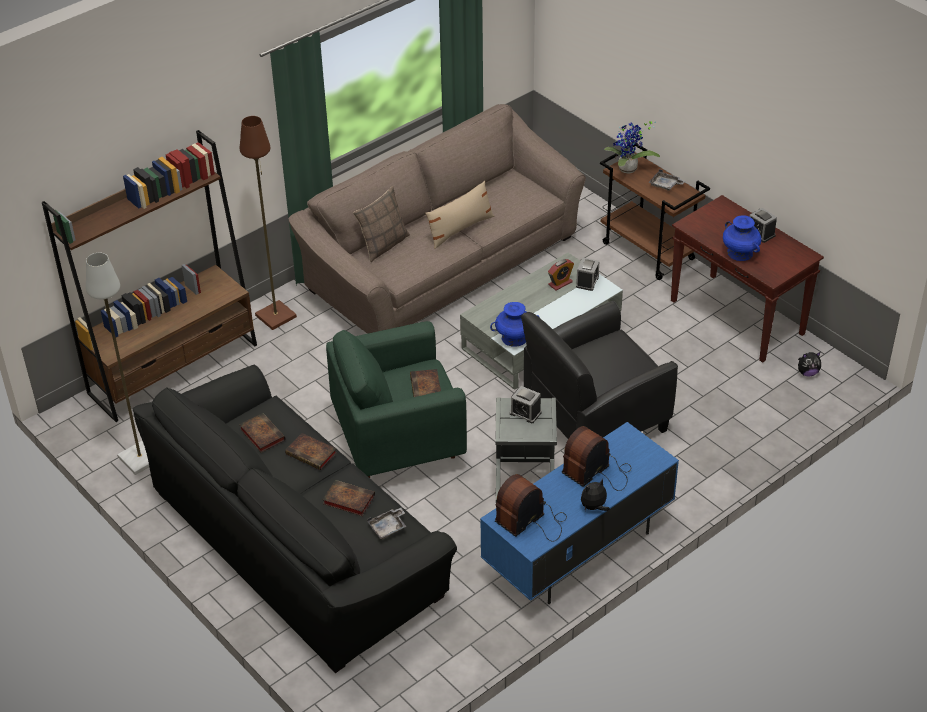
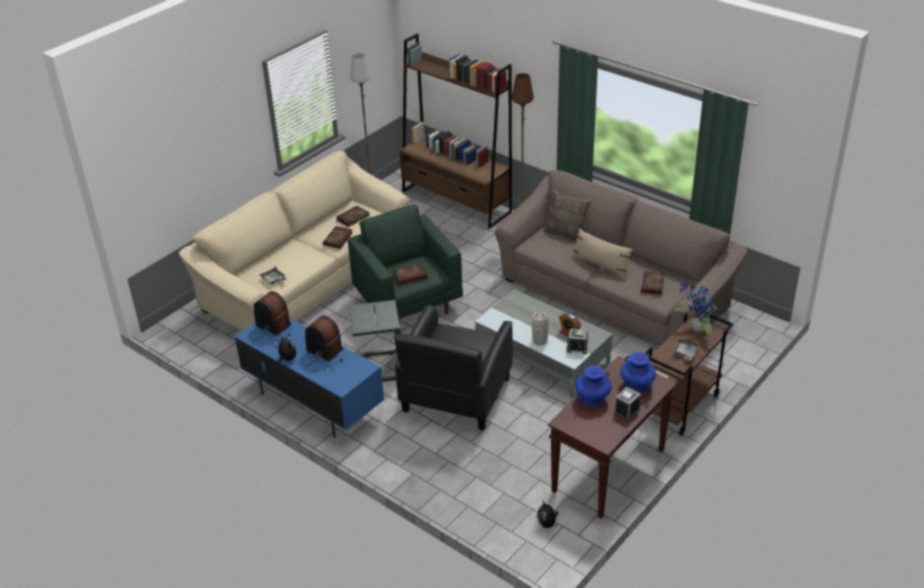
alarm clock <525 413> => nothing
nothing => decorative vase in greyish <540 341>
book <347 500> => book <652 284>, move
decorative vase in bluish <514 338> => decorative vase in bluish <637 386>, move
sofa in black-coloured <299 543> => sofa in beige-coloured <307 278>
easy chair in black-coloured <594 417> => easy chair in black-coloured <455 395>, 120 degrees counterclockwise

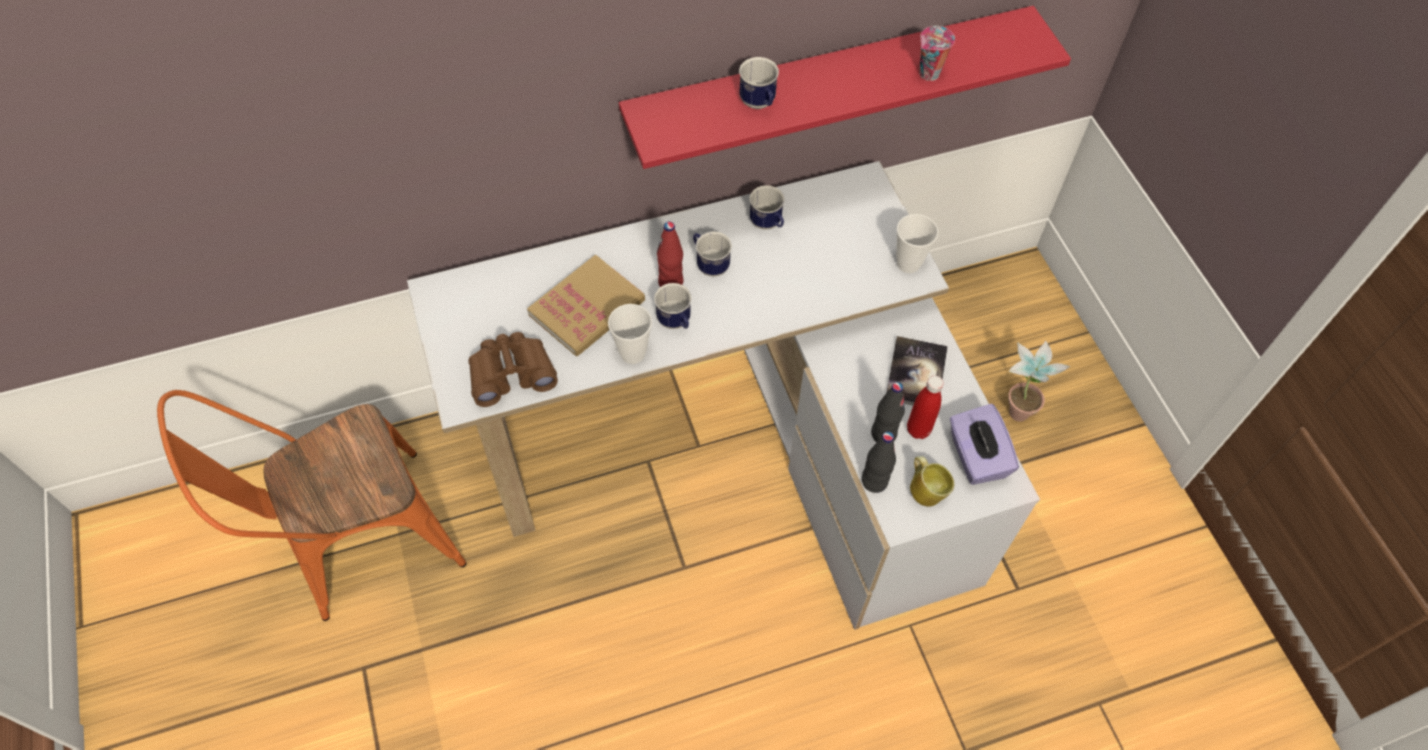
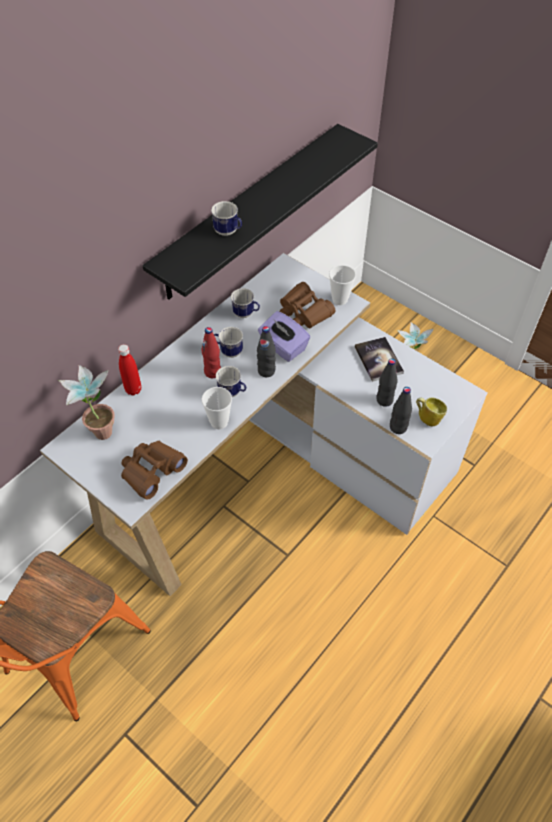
book <587 308> => nothing
cup <928 75> => nothing
nothing => plant in a pot <100 428>
nothing => drink bottle in black-coloured <266 371>
nothing => pair of binoculars in brown <303 313>
drink bottle in reddish <918 430> => drink bottle in reddish <133 390>, move
box of tissues in purplish <976 457> => box of tissues in purplish <283 347>, move
shelf in reddish <828 85> => shelf in black-coloured <249 212>

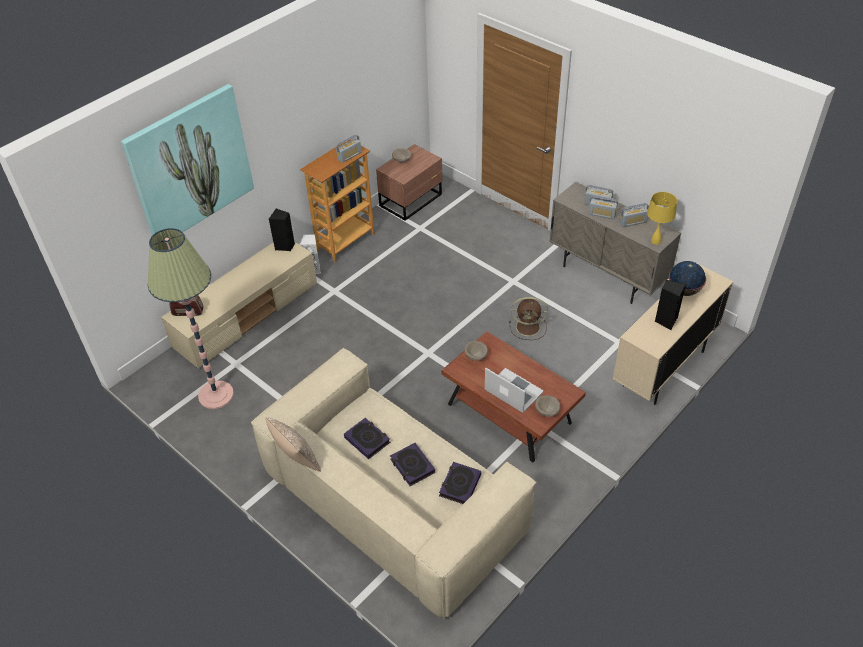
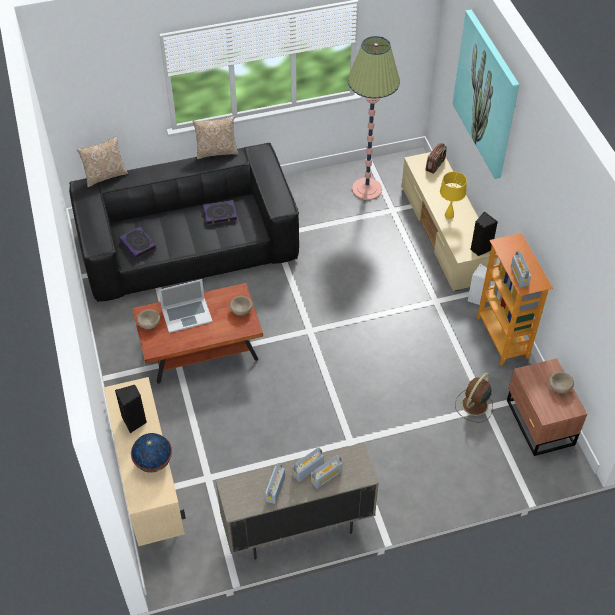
book <412 466> => nothing
nothing => throw pillow <105 176>
fan in brown <529 327> => fan in brown <474 405>, move
table lamp in yellowish <655 241> => table lamp in yellowish <449 215>, move
sofa in beige-coloured <393 500> => sofa in black-coloured <189 245>

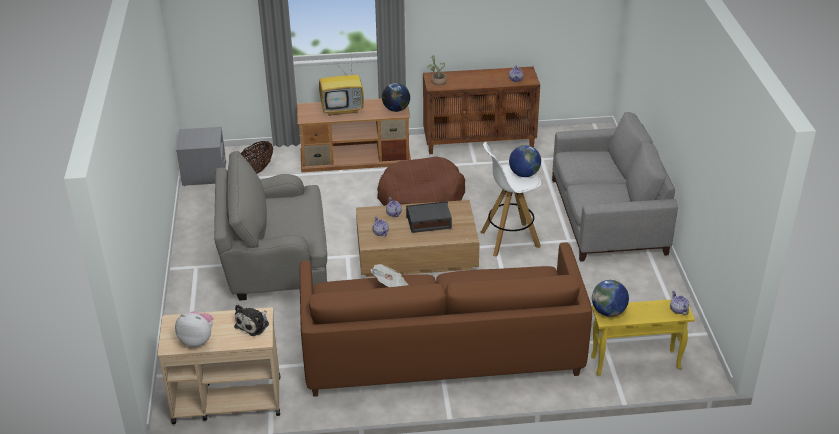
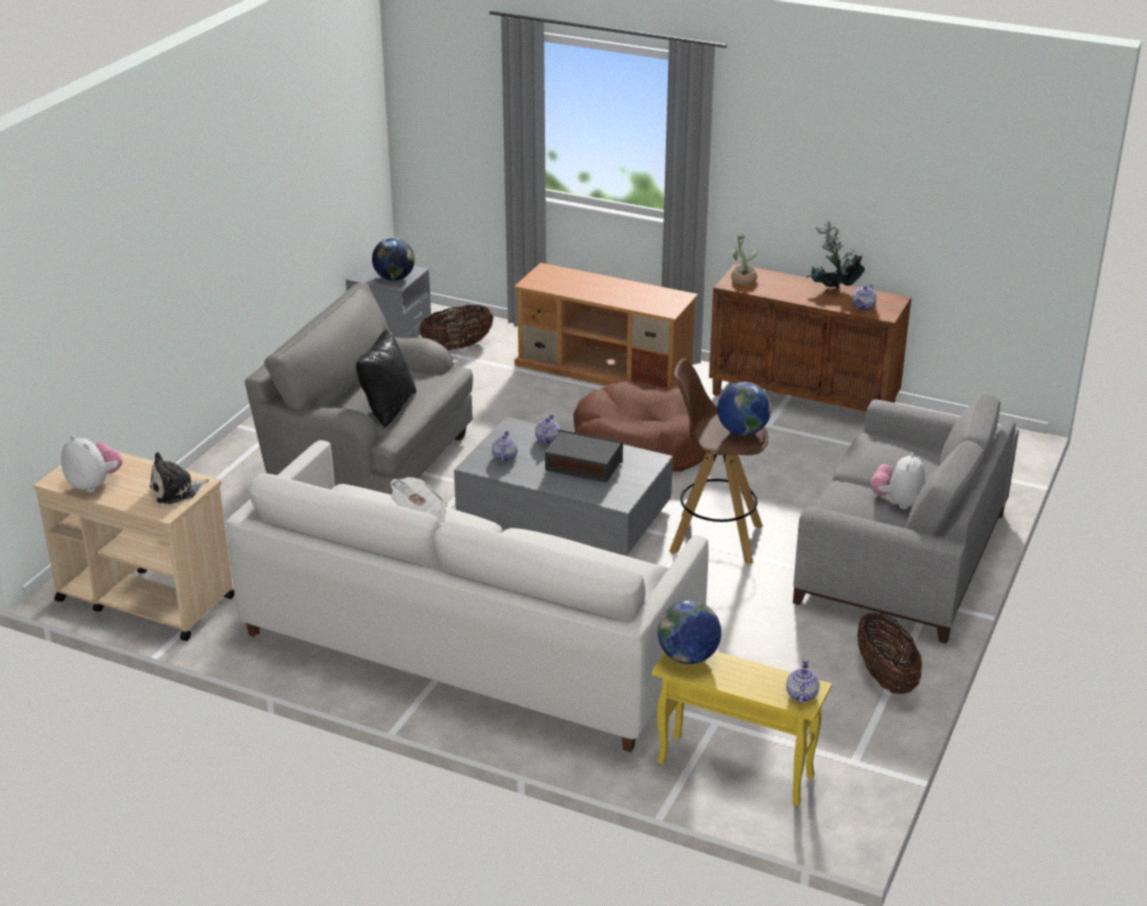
TV set <343 109> => nothing
nothing => throw pillow in black-coloured <387 408>
nothing => plant in a pot <833 290>
nothing => household basket <885 677>
nothing => soft toy <897 502>
desk globe <396 109> => desk globe <394 278>, move
sofa in brown <441 351> => sofa in whitish <469 644>
low table in brown <416 253> => low table in greyish <563 512>
stool in whitish <509 239> => stool in brown <714 538>

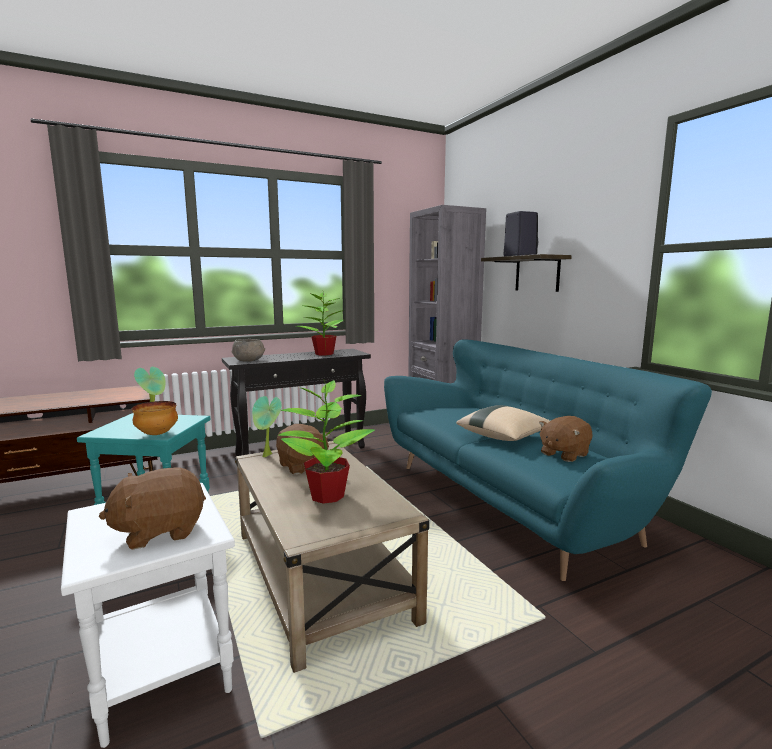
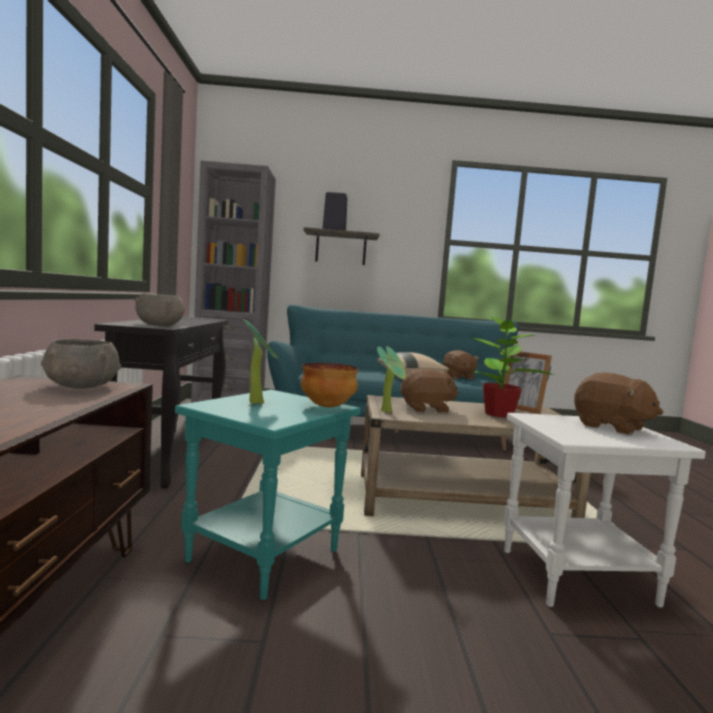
plant in a pot <324 354> => nothing
nothing => deep dish in greyish <80 386>
nothing => picture frame <521 409>
soft toy in brown <160 531> => soft toy in brown <611 427>, 45 degrees counterclockwise

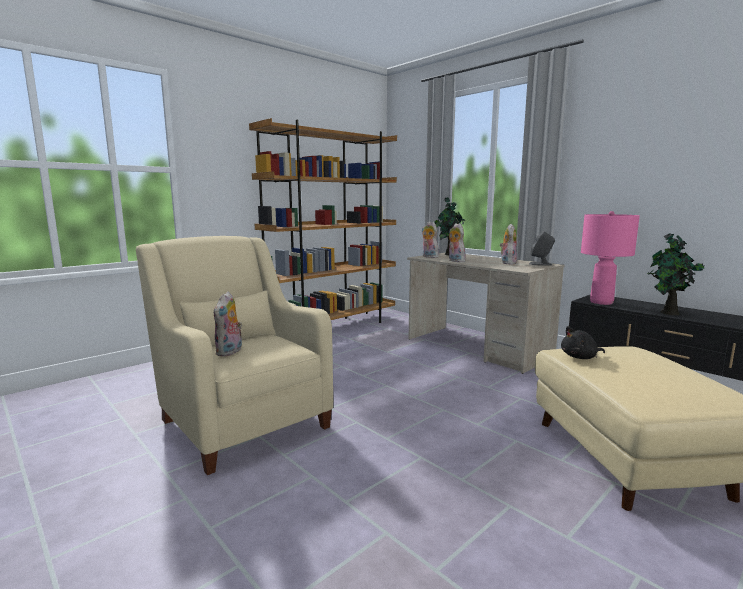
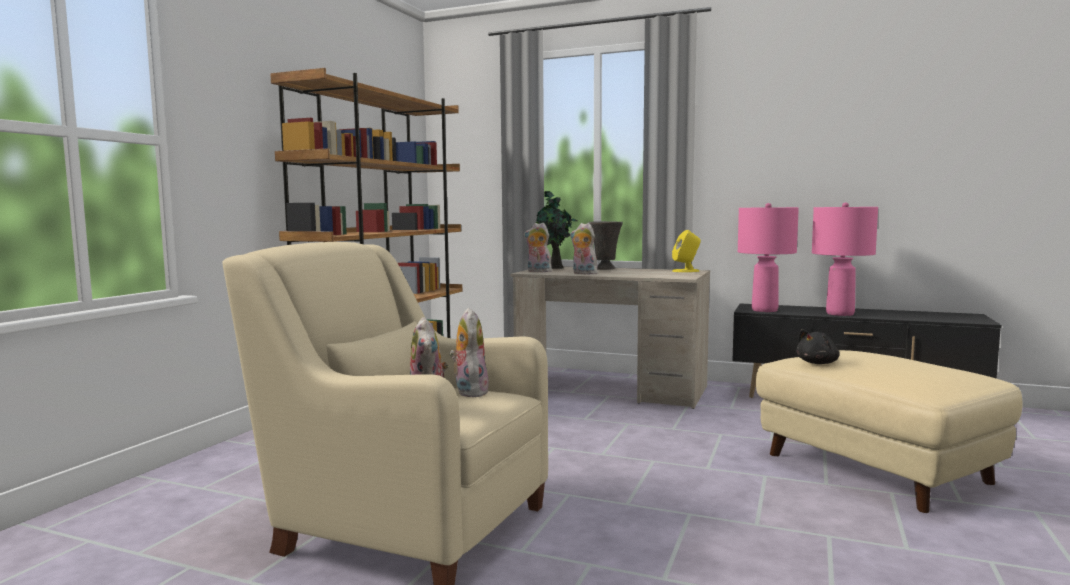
nothing => decorative vase in greyish <605 269>
soft toy <507 263> => soft toy <469 391>, move
plant in a pot <668 313> => table lamp in pink-coloured <839 314>
loudspeaker in greyish <540 264> => loudspeaker in yellowish <686 271>

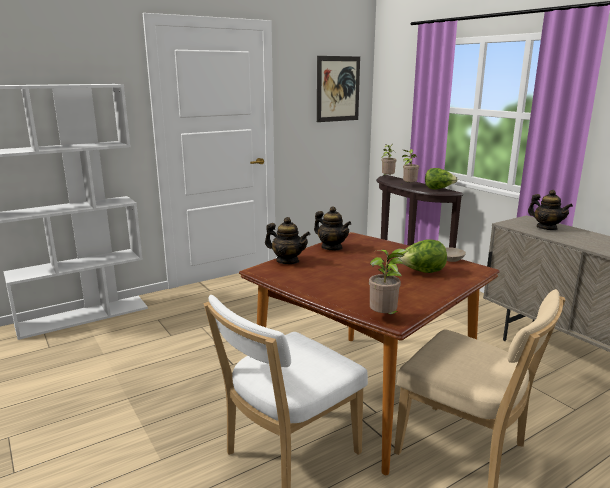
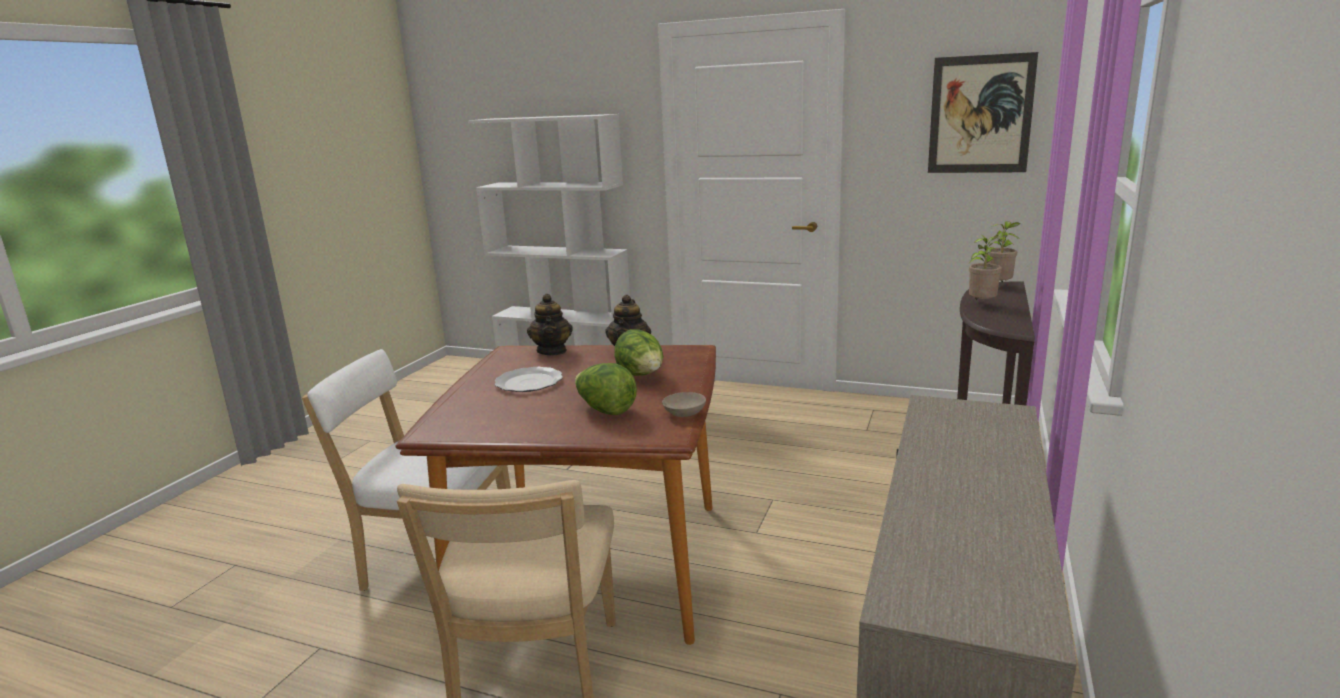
plant in a pot <384 317> => nothing
tea pot <546 228> => nothing
nothing => dinner plate <528 383>
head of lettuce <438 189> => head of lettuce <641 376>, move

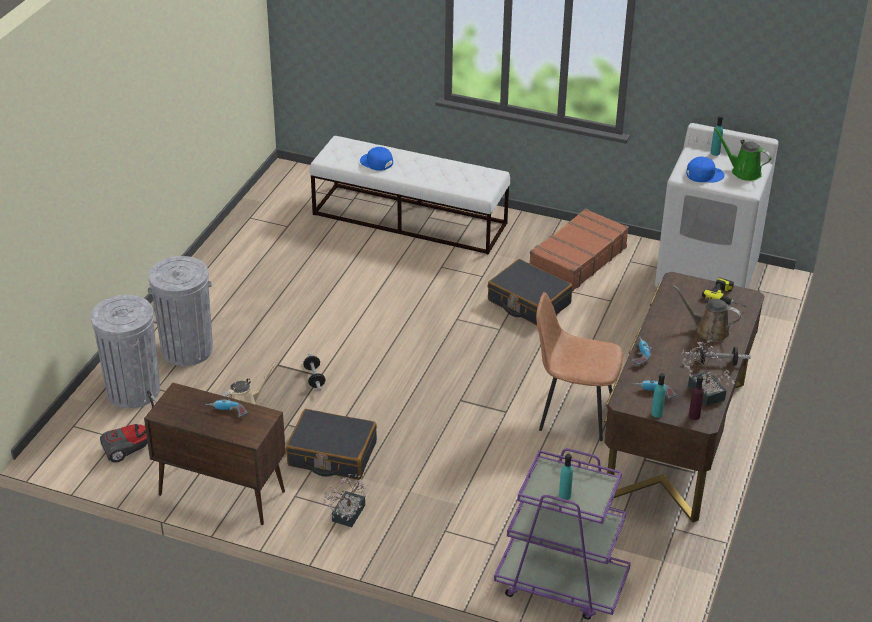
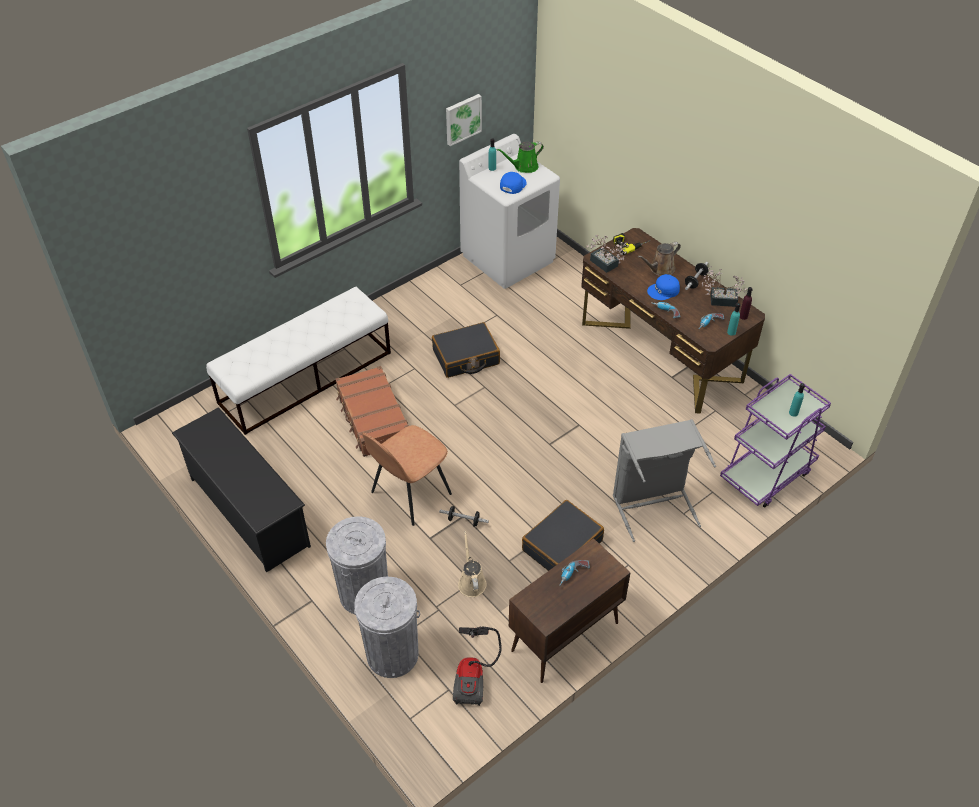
nothing => shoe stand in black-coloured <248 511>
nothing => picture <462 119>
nothing => washing basket in greyish <653 504>
plant in a pot <346 516> => plant in a pot <606 265>, move
peaked cap in bluish <376 162> => peaked cap in bluish <663 291>, move
suitcase in brown <577 259> => suitcase in brown <372 419>, move
plain chair in brown <573 412> => plain chair in brown <409 494>, move

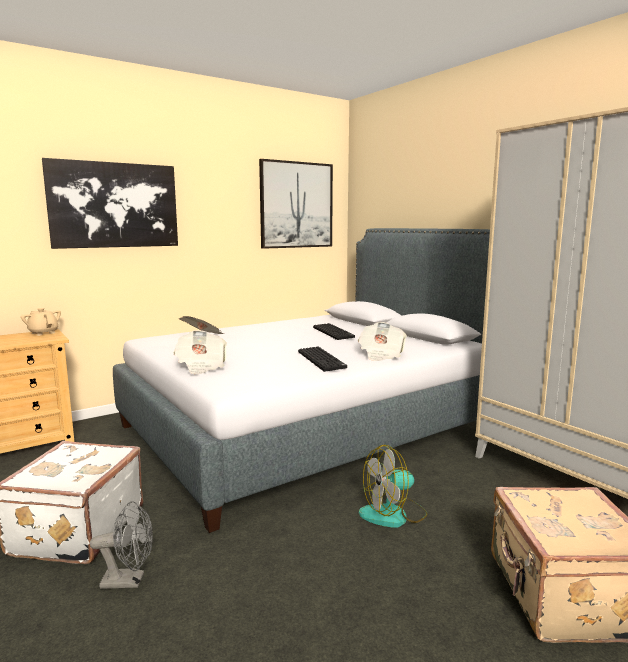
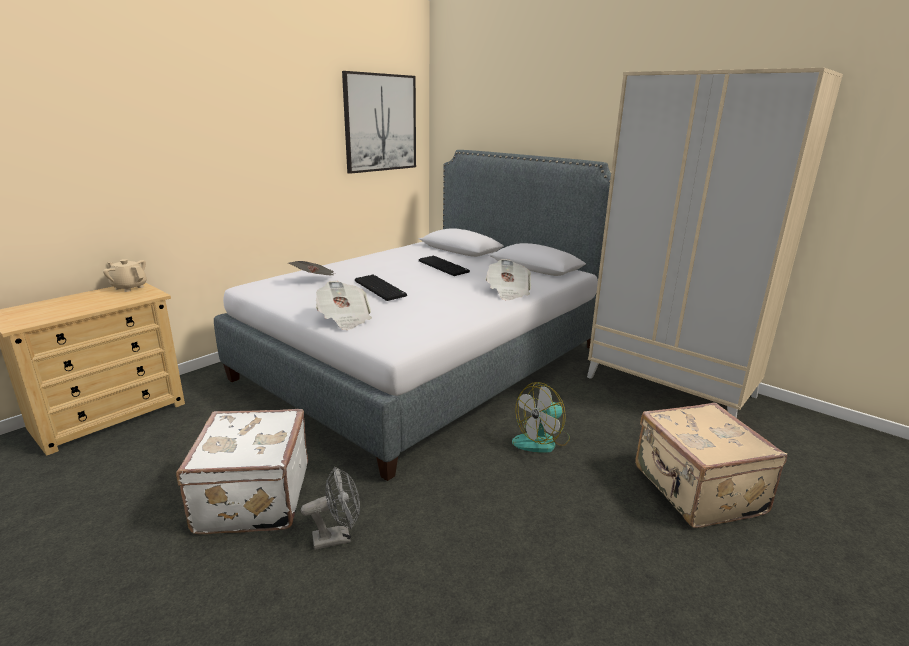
picture <114 205> => nothing
computer keyboard <322 360> => computer keyboard <381 288>, move

